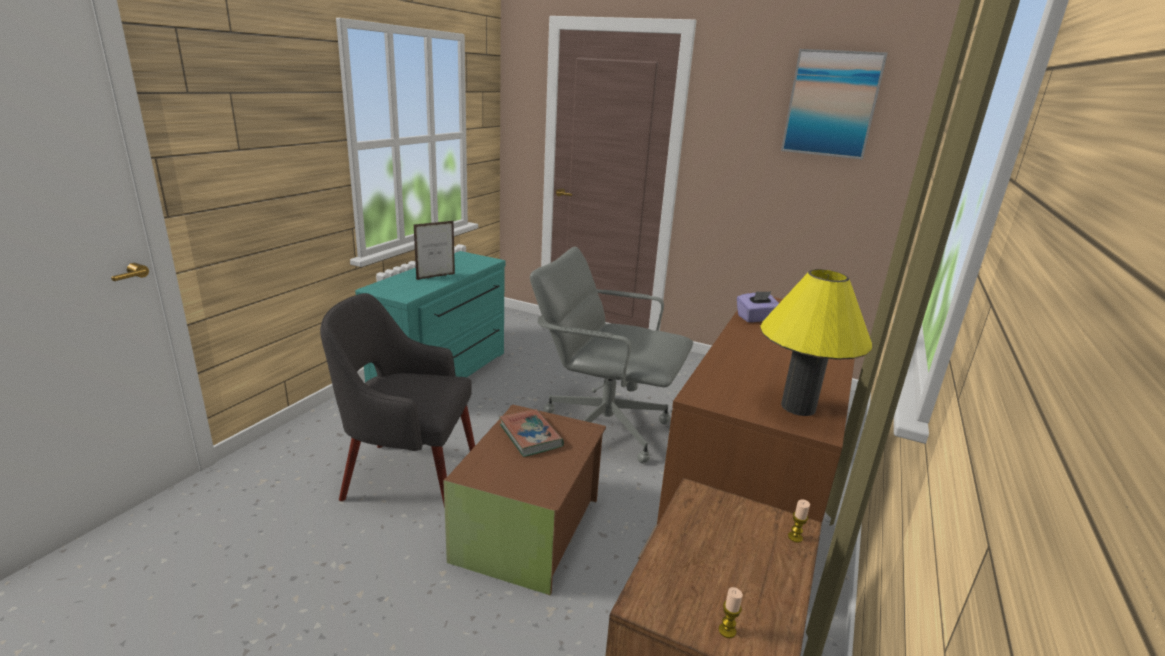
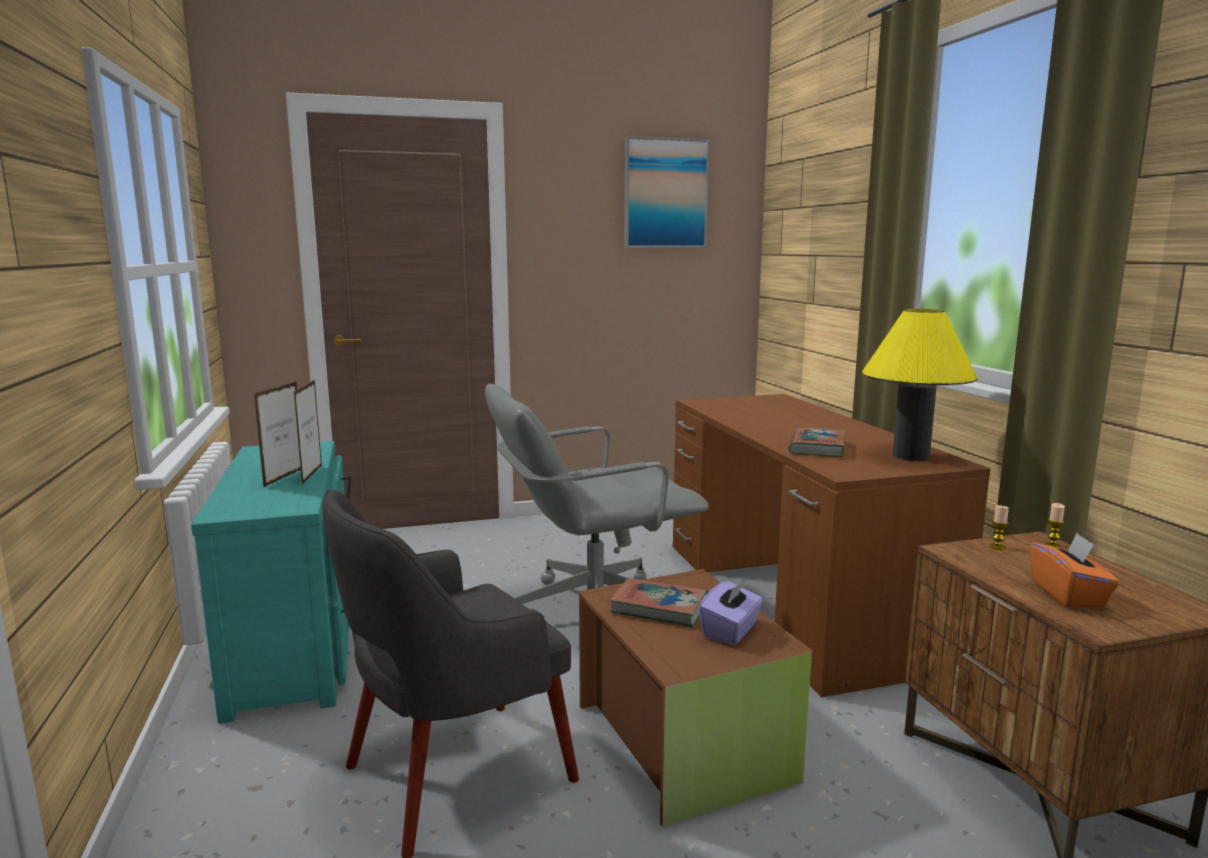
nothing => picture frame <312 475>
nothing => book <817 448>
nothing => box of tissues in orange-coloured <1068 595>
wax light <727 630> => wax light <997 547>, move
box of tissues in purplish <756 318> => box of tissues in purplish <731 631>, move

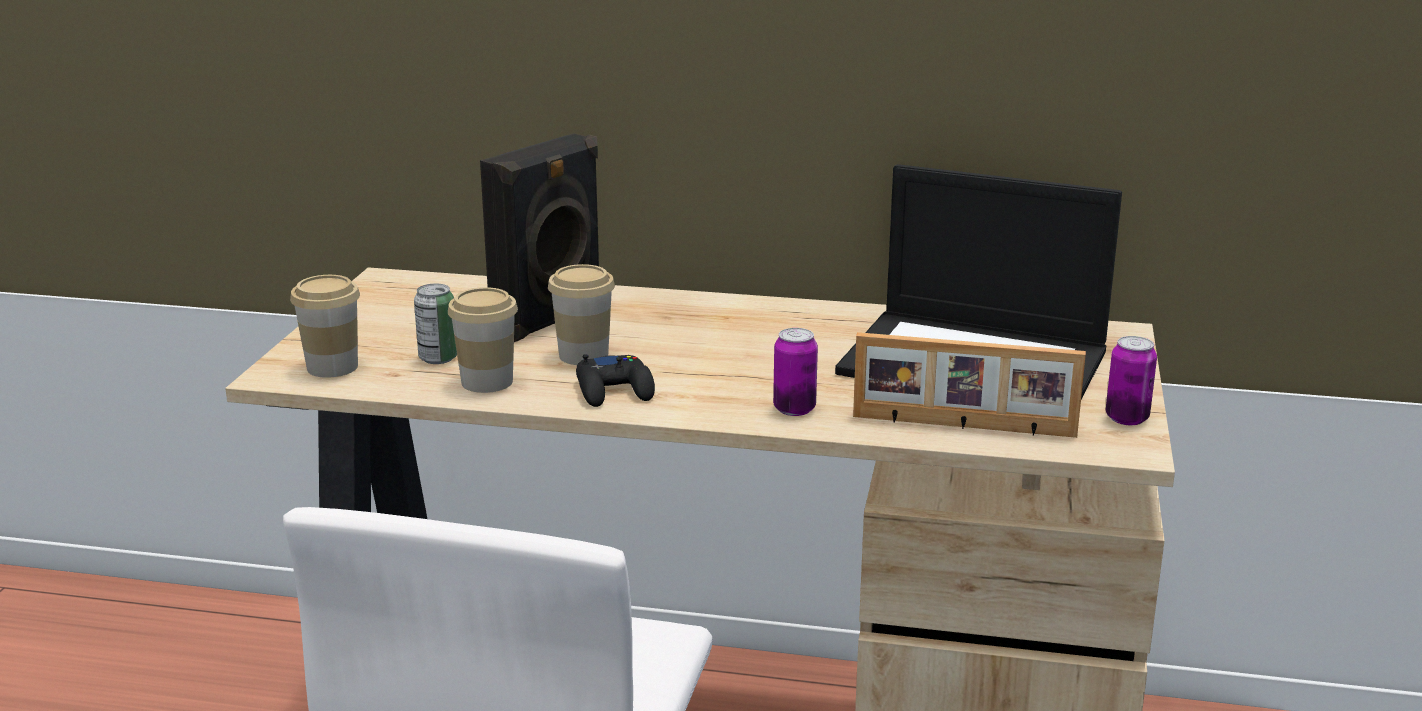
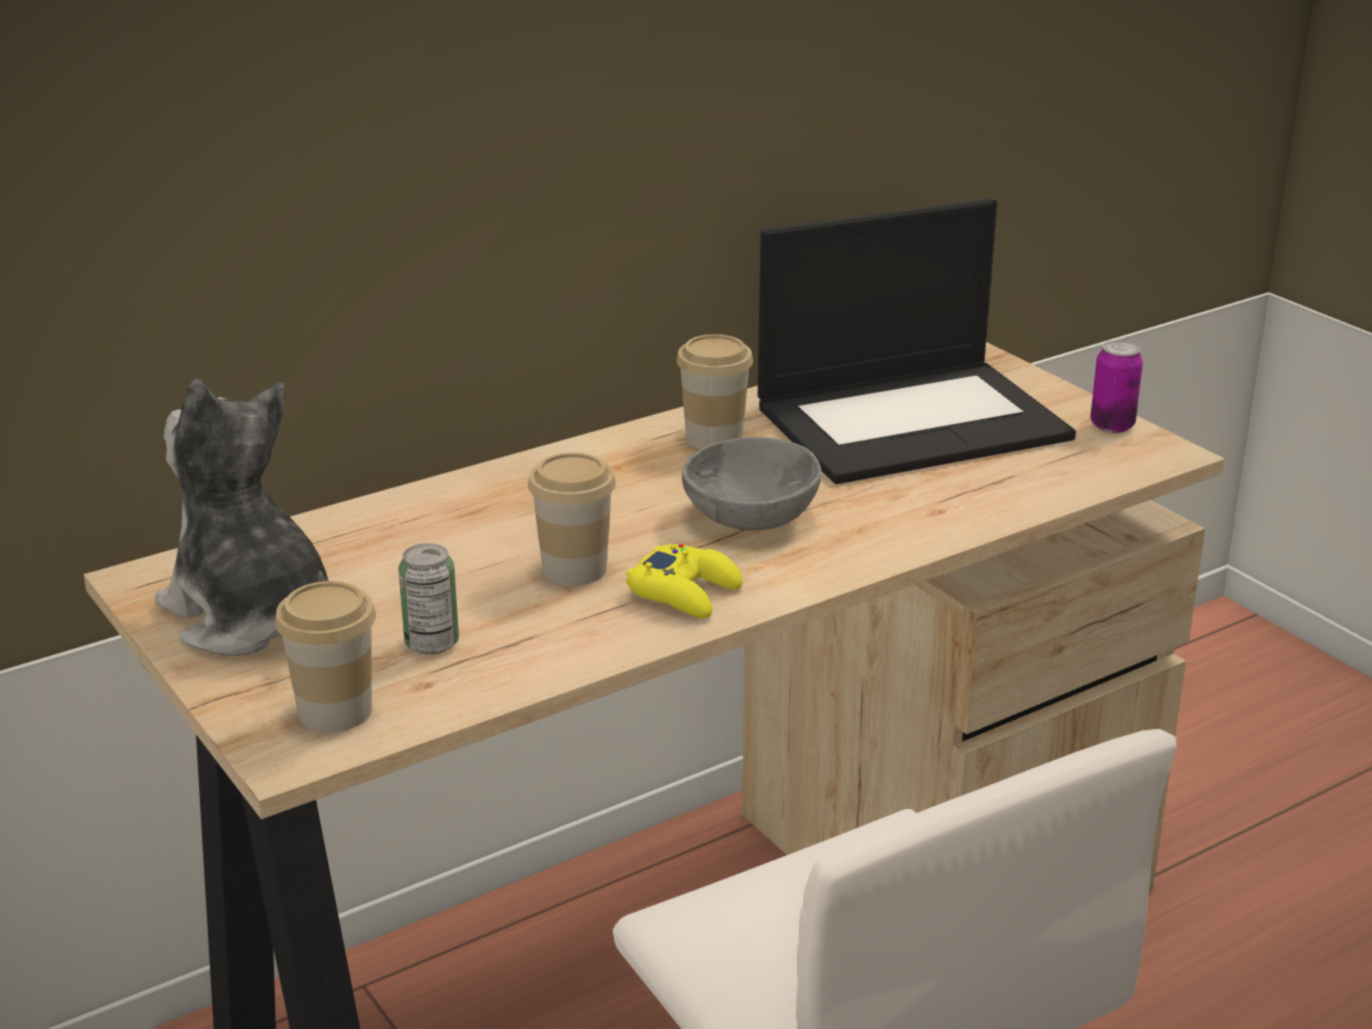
loudspeaker in black-coloured <550 322> => nothing
can <794 409> => nothing
picture frame <963 426> => nothing
nothing => soft toy <251 616>
nothing => deep dish in greyish <750 519>
cup <487 382> => cup <714 438>, move
gamepad in black-coloured <615 390> => gamepad in yellowish <685 592>

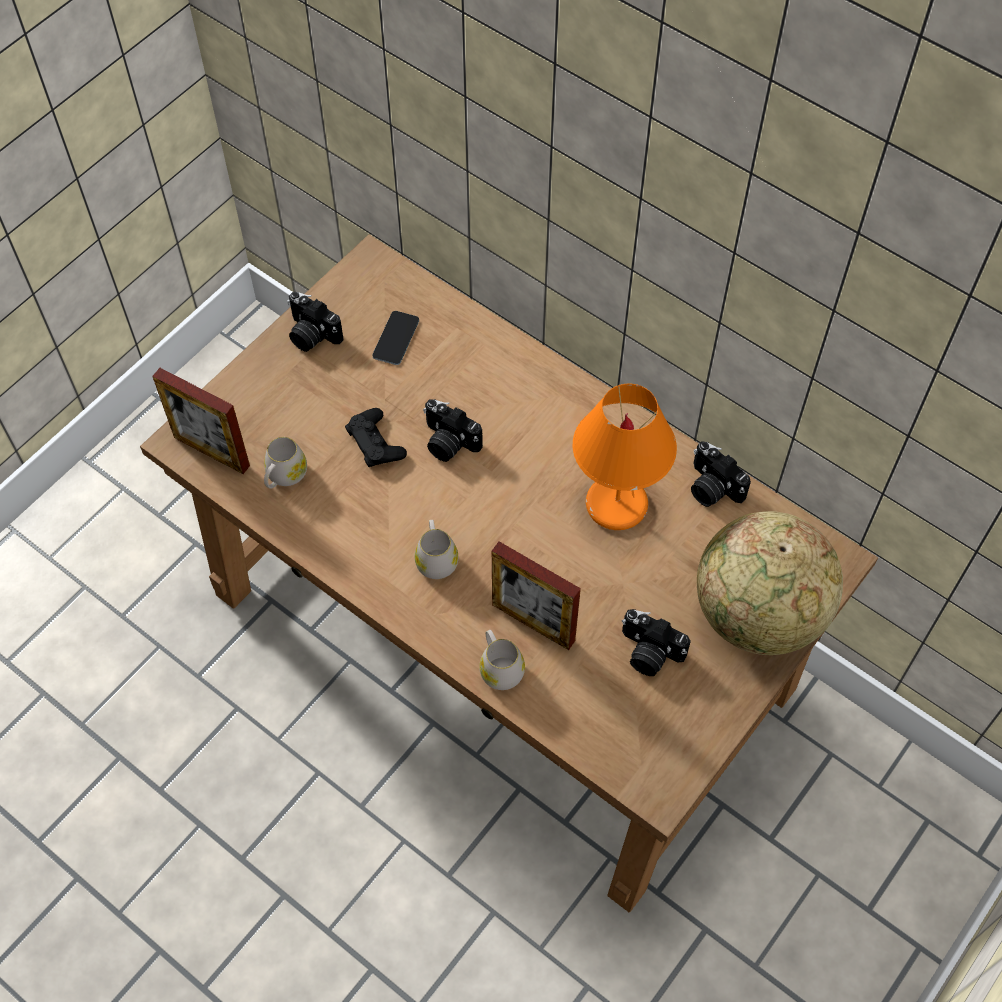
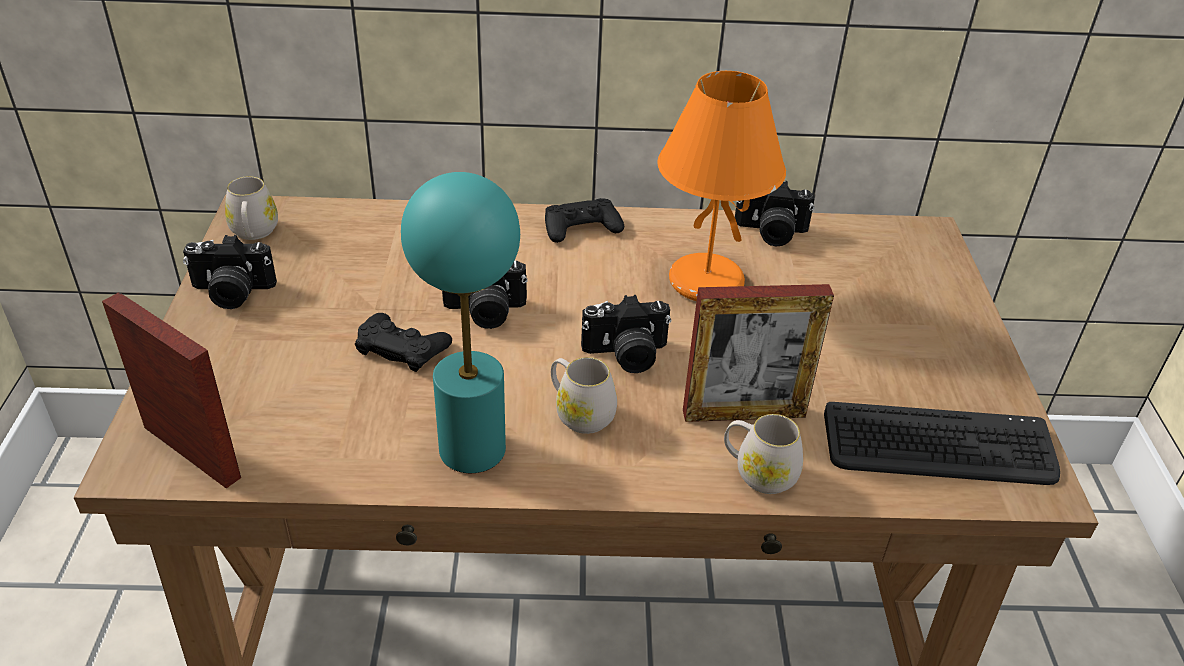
handset <396 338> => nothing
desk globe <758 615> => nothing
nothing => table lamp in turquoise-coloured <472 448>
nothing => gamepad in black-coloured <581 227>
nothing => computer keyboard <938 447>
mug in whitish <284 476> => mug in whitish <254 233>, move
photo camera <648 653> => photo camera <626 355>, move
picture frame <211 451> => picture frame <191 452>, 135 degrees counterclockwise

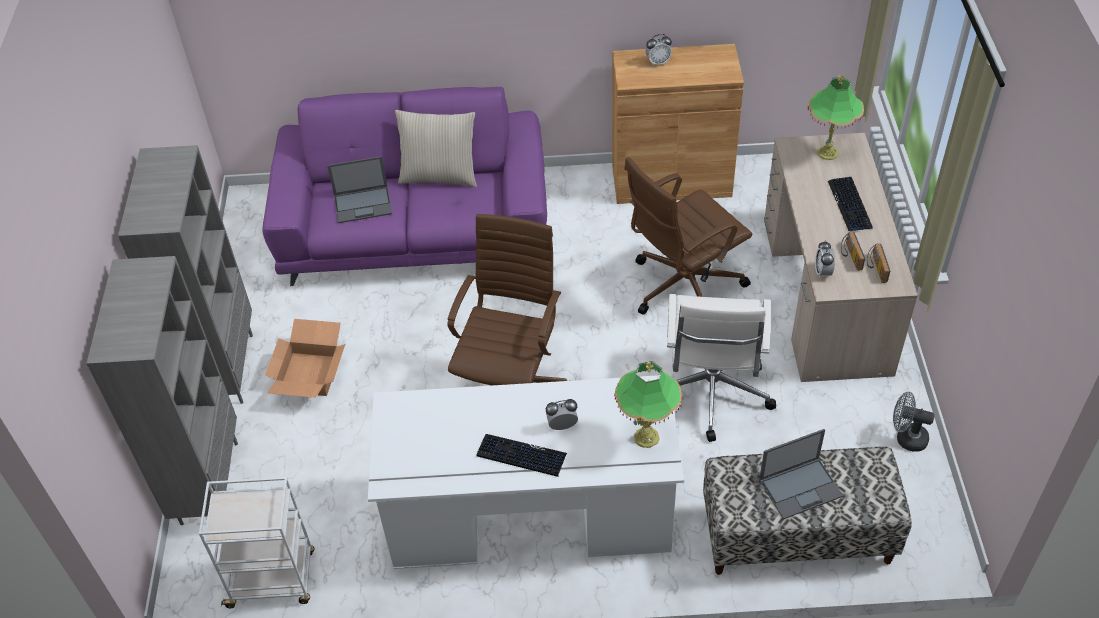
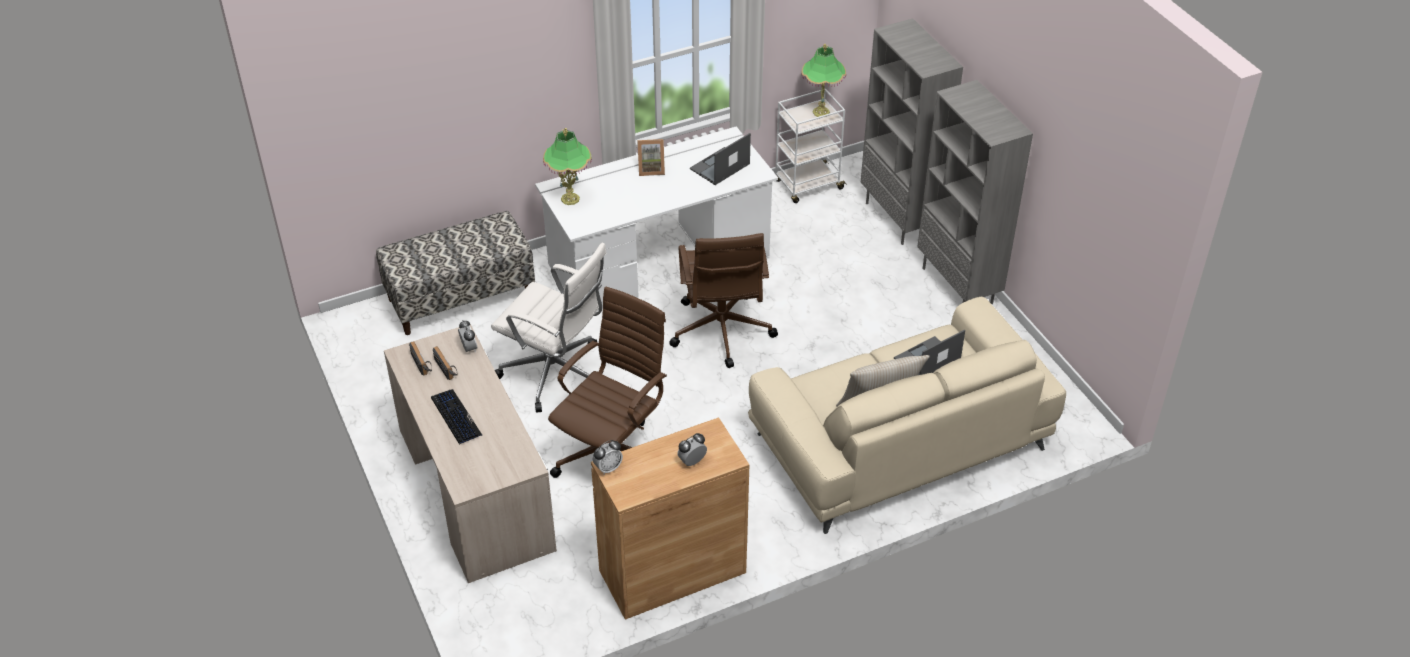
cardboard box <309 373> => nothing
fan in greyish <906 438> => nothing
alarm clock <562 426> => alarm clock <608 468>, move
laptop <801 487> => laptop <719 167>, move
table lamp <828 153> => table lamp <821 112>, move
computer keyboard <521 456> => picture frame <651 169>
sofa in purplish <416 229> => sofa in beige-coloured <899 441>
office chair in whitish <710 393> => office chair in whitish <555 374>, 135 degrees clockwise

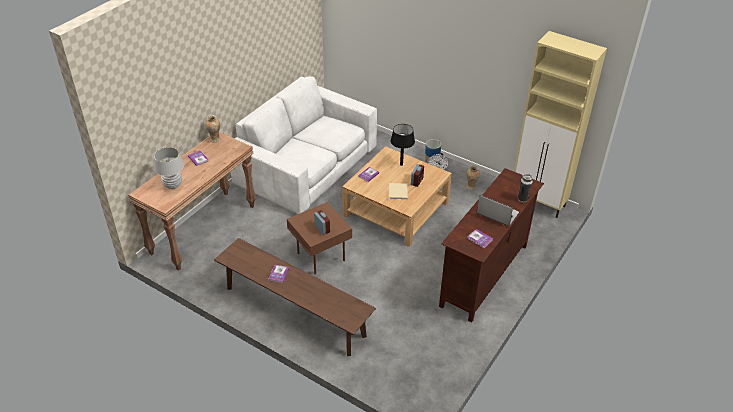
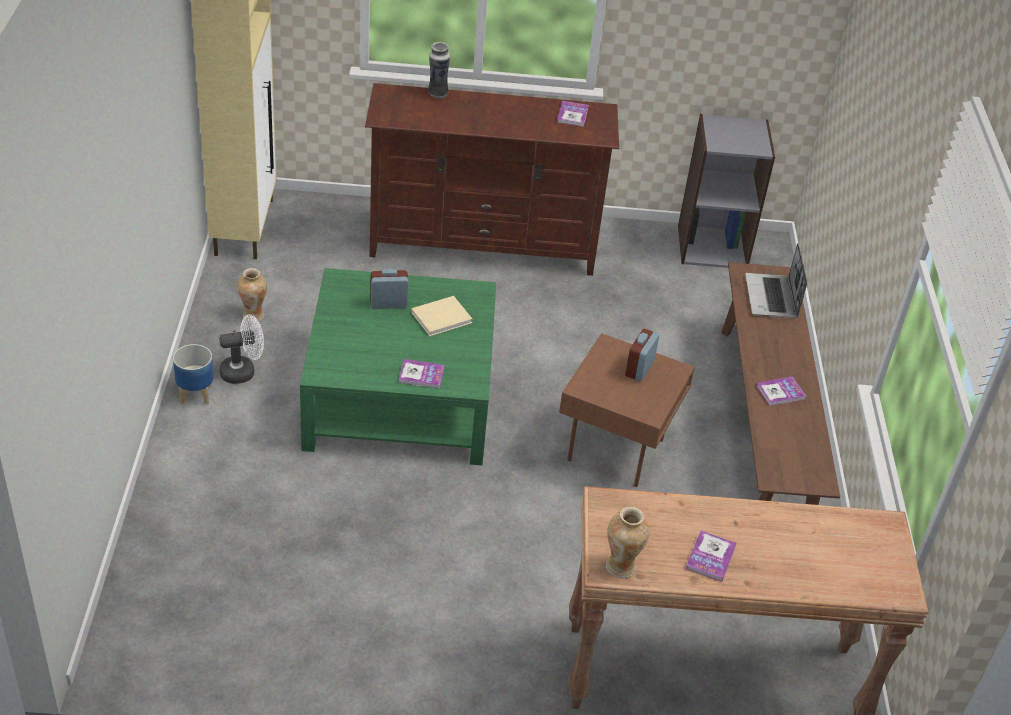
table lamp in whitish <173 185> => nothing
sofa in whitish <306 165> => nothing
table lamp in black-coloured <401 164> => nothing
nothing => shelving unit in greyish <712 246>
laptop <497 214> => laptop <772 298>, move
low table in beige-coloured <396 209> => low table in greenish <400 396>

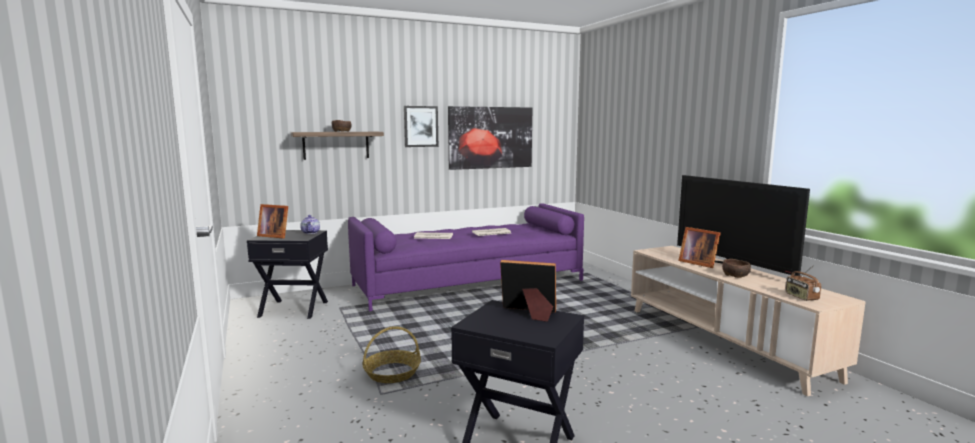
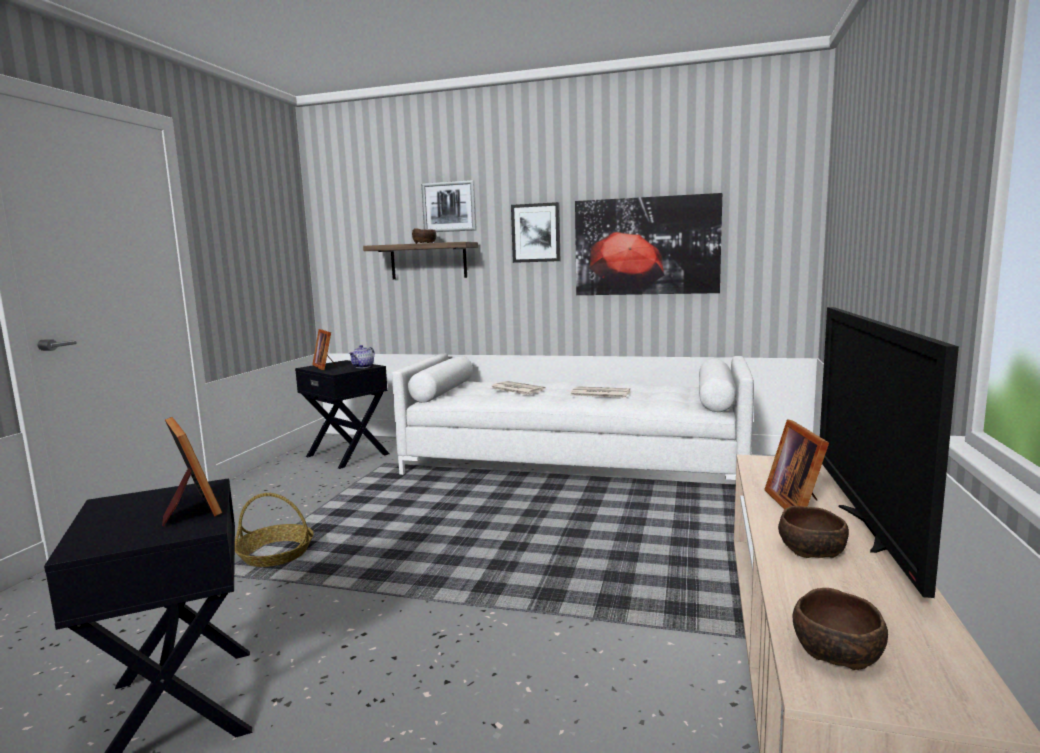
nothing => picture <449 207>
radio set <801 297> => deep dish in brown <838 653>
sofa in purplish <469 283> => sofa in whitish <573 465>

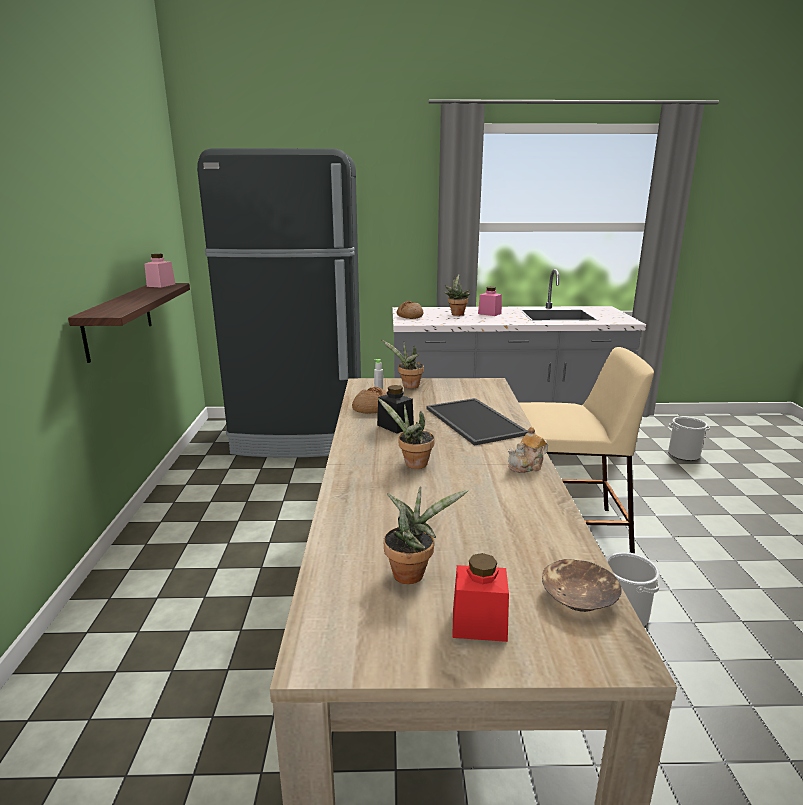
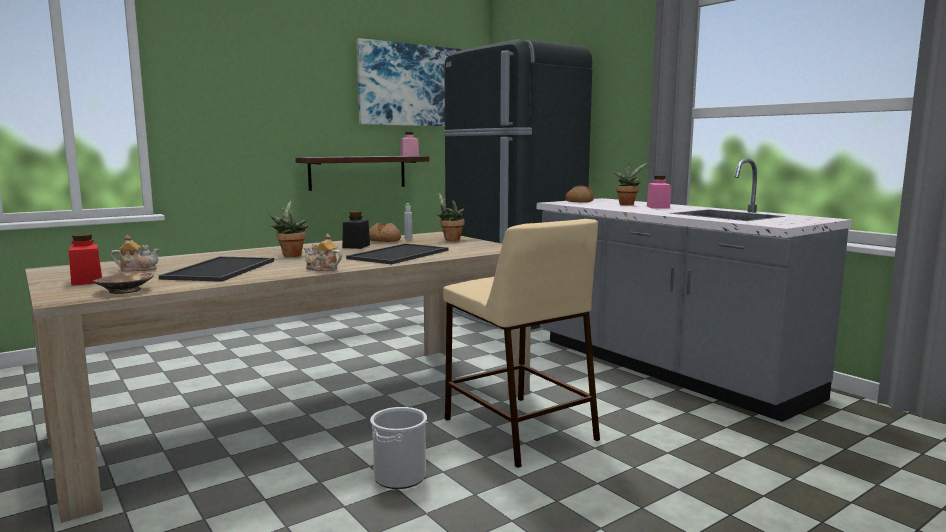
pail <683 455> => nothing
nothing => serving tray <221 270>
nothing => picture <410 85>
plant in a pot <412 572> => tea pot <137 269>

